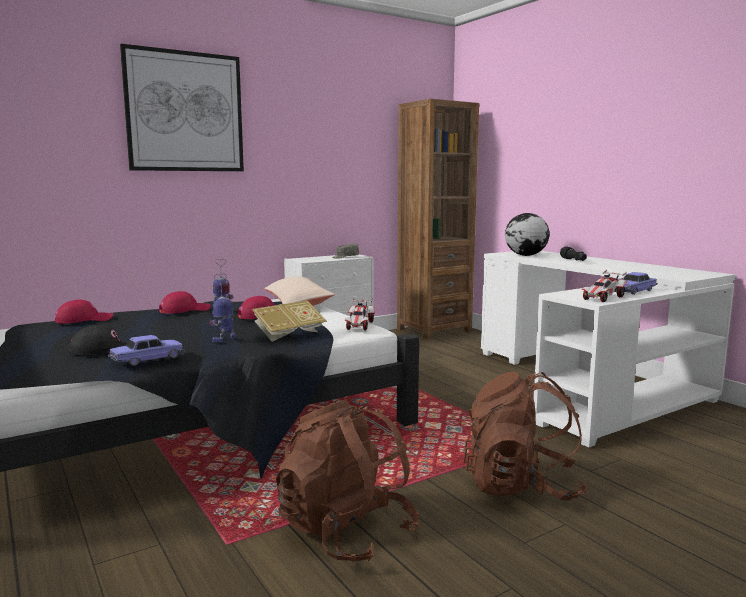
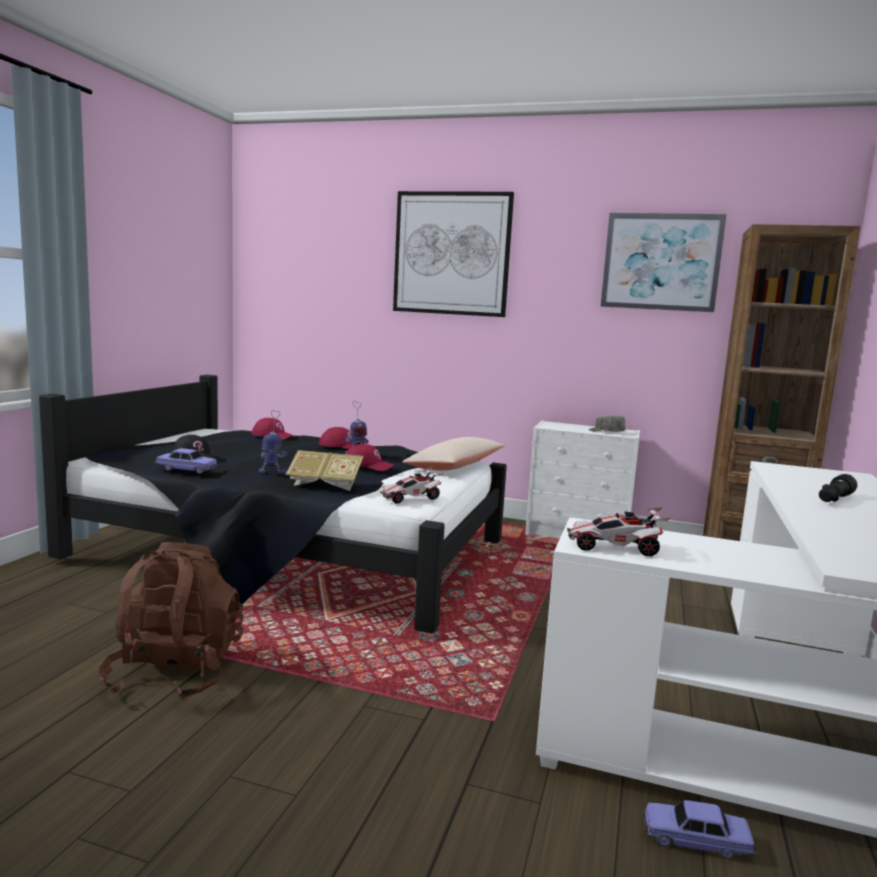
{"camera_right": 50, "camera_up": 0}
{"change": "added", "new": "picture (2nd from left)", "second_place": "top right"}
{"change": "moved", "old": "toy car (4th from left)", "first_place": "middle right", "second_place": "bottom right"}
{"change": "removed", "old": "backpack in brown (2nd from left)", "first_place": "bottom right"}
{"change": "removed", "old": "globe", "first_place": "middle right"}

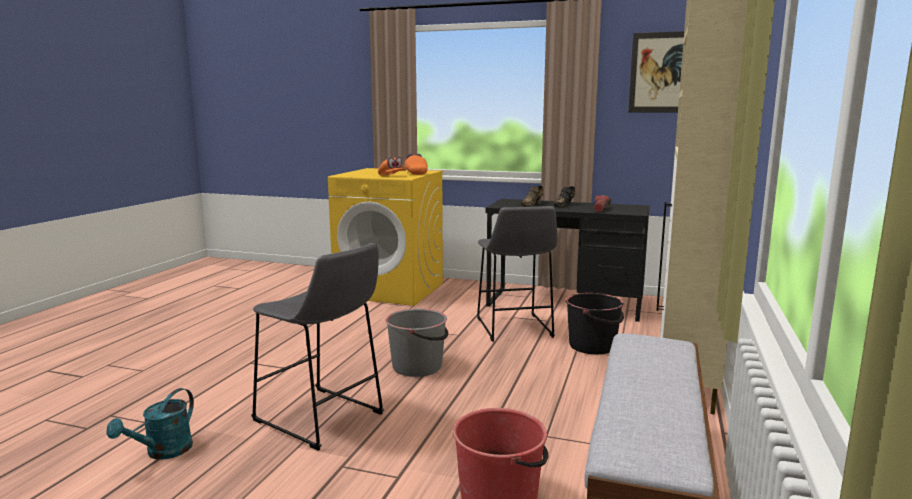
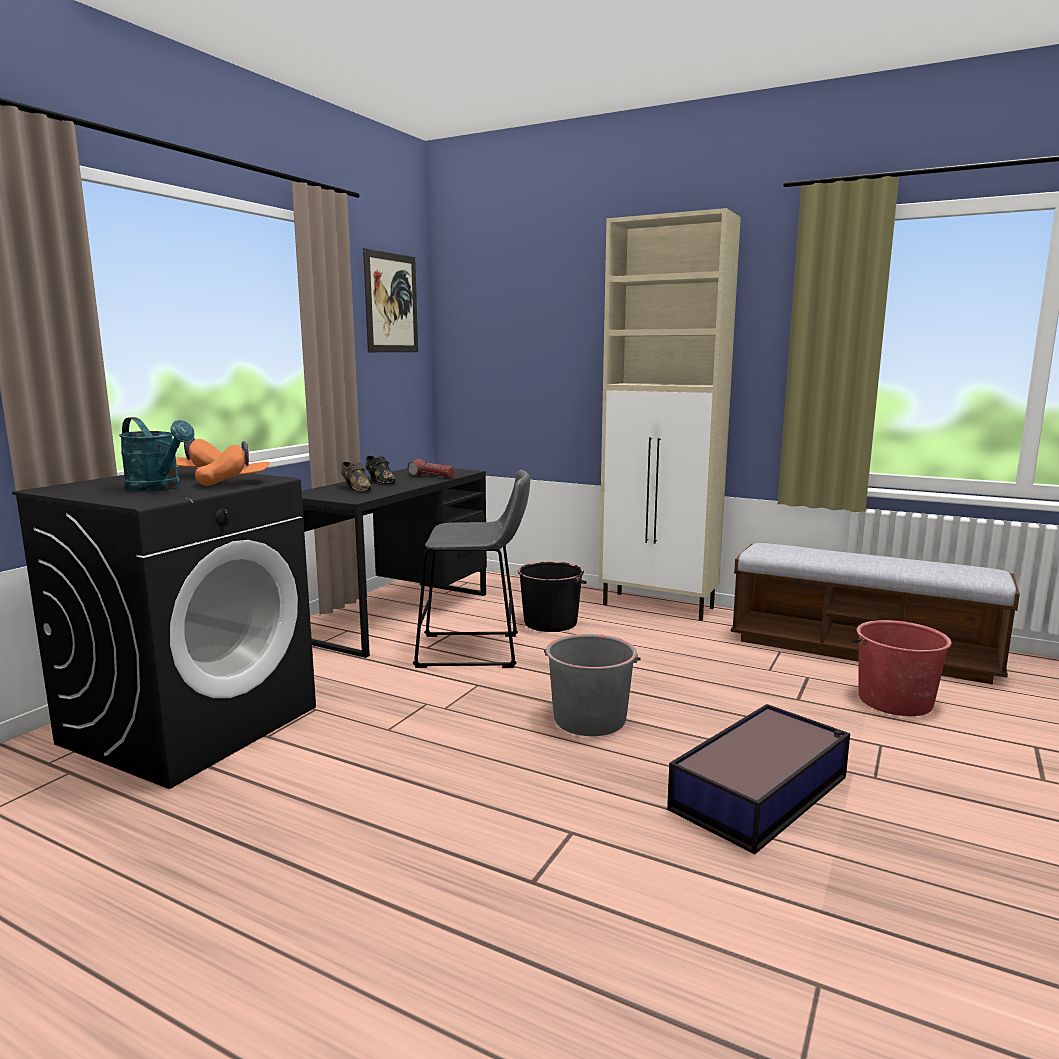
{"camera_right": -80, "camera_up": 0}
{"change": "recoloured", "old": "washing machine in yellow", "new": "washing machine in black", "first_place": "centre", "second_place": "middle left"}
{"change": "moved", "old": "watering can in turquoise", "first_place": "bottom left", "second_place": "middle left"}
{"change": "replaced", "old": "stool in grey (1st from left)", "new": "storage box", "first_place": "bottom centre", "second_place": "bottom right"}

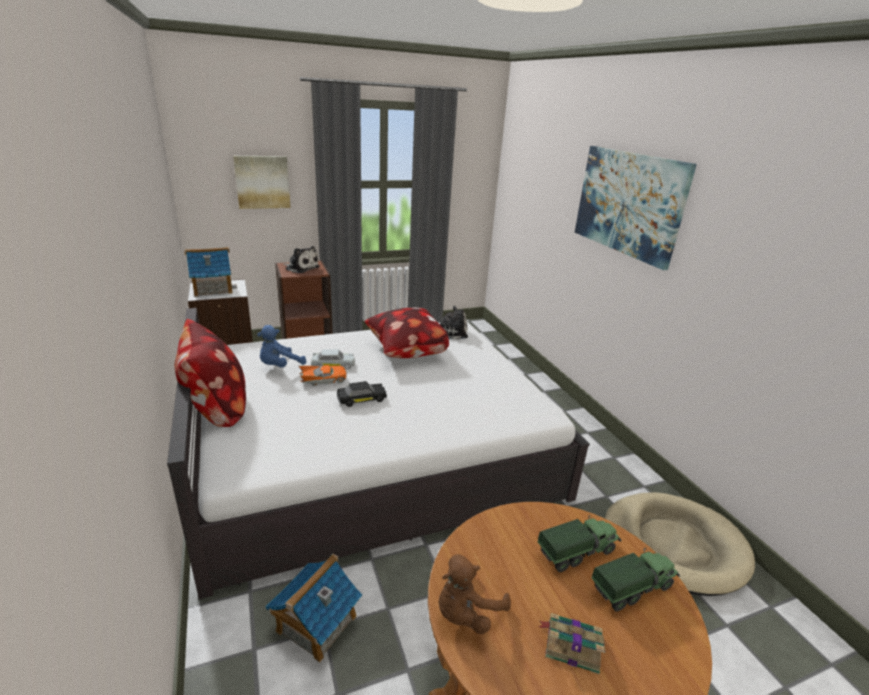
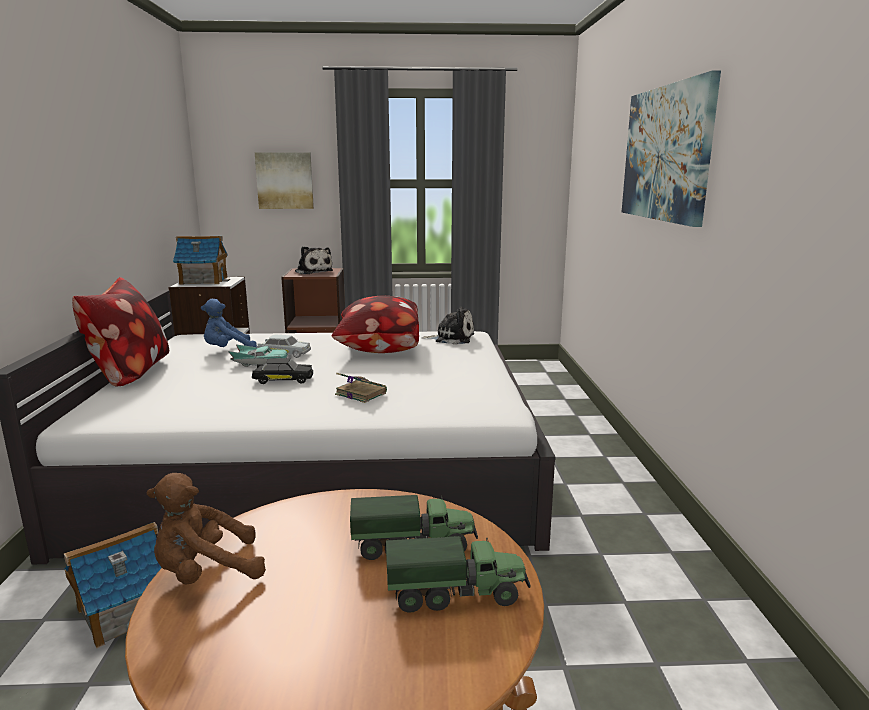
{"camera_right": 20, "camera_up": -10}
{"change": "recoloured", "old": "toy car in orange", "new": "toy car in turquoise", "first_place": "centre", "second_place": "middle left"}
{"change": "moved", "old": "book", "first_place": "bottom centre", "second_place": "centre"}
{"change": "removed", "old": "dog bed in beige", "first_place": "bottom right"}

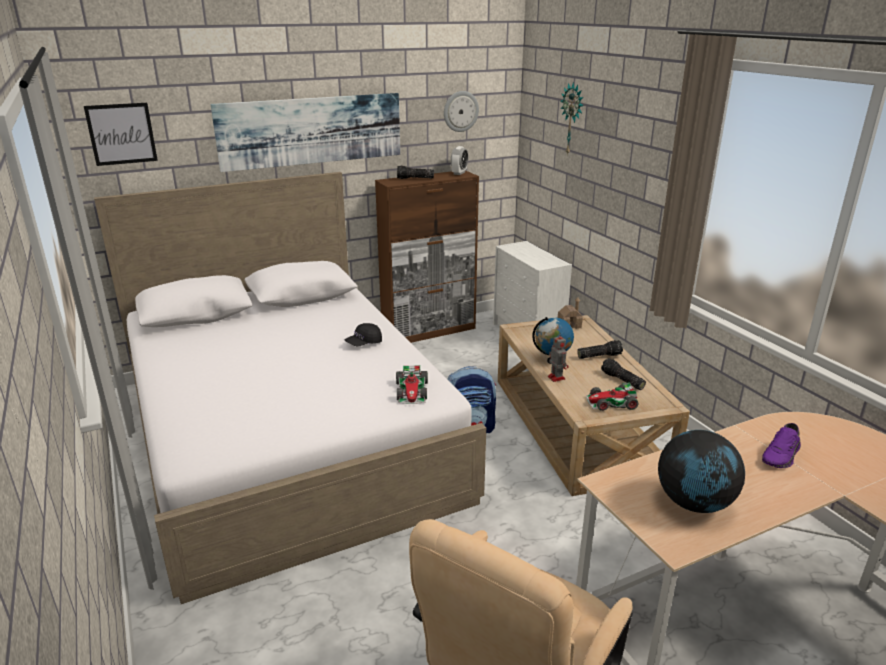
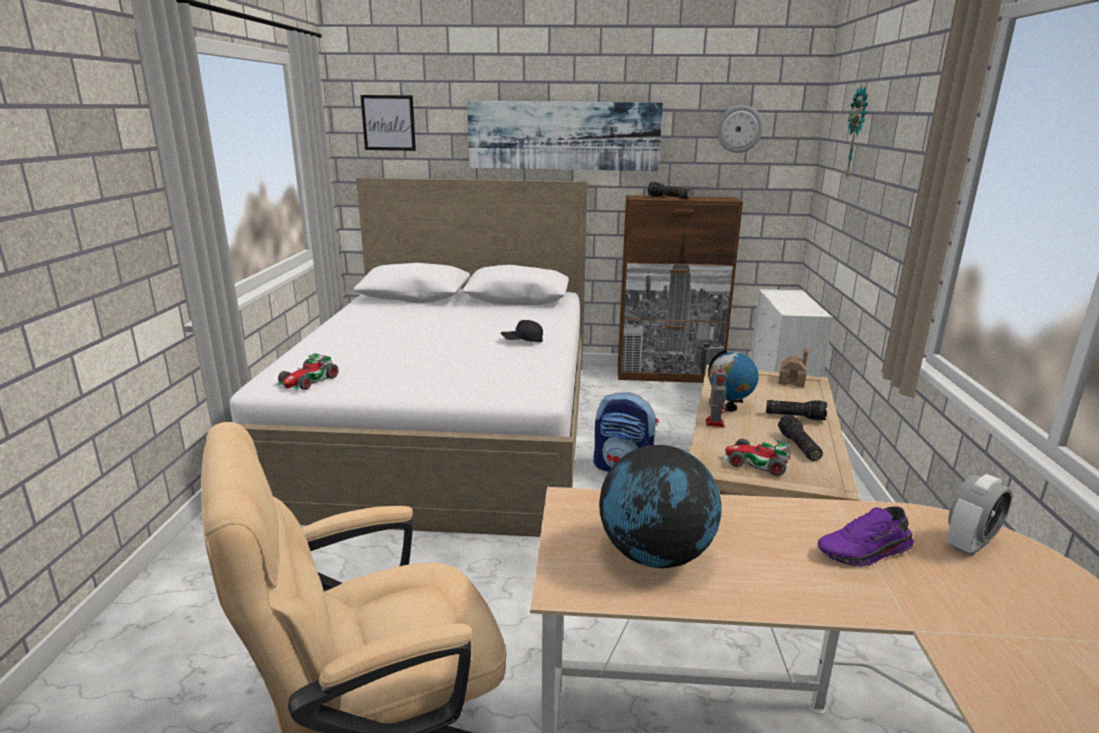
{"camera_right": 30, "camera_up": -5}
{"change": "moved", "old": "toy car (1st from left)", "first_place": "centre", "second_place": "middle left"}
{"change": "moved", "old": "alarm clock", "first_place": "top centre", "second_place": "bottom right"}

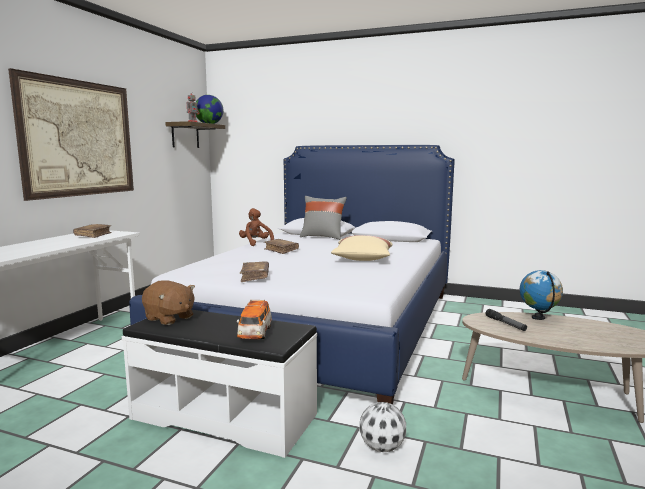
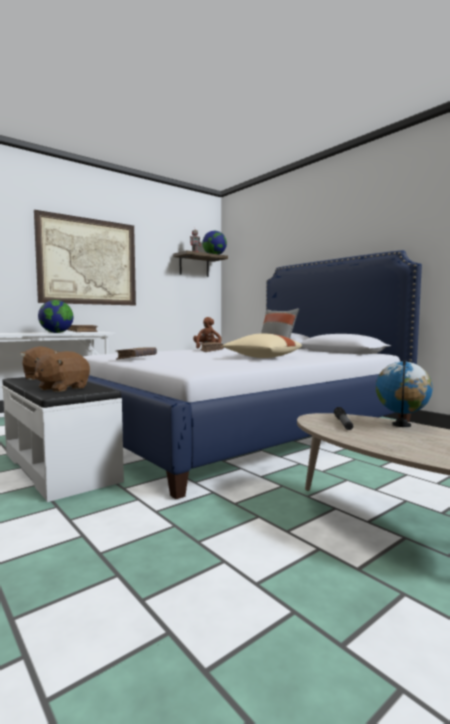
{"camera_right": 30, "camera_up": -5}
{"change": "replaced", "old": "toy car", "new": "plush toy in brown (2nd from left)", "first_place": "centre", "second_place": "middle left"}
{"change": "added", "new": "globe (1st from left)", "second_place": "middle left"}
{"change": "removed", "old": "football", "first_place": "bottom centre"}

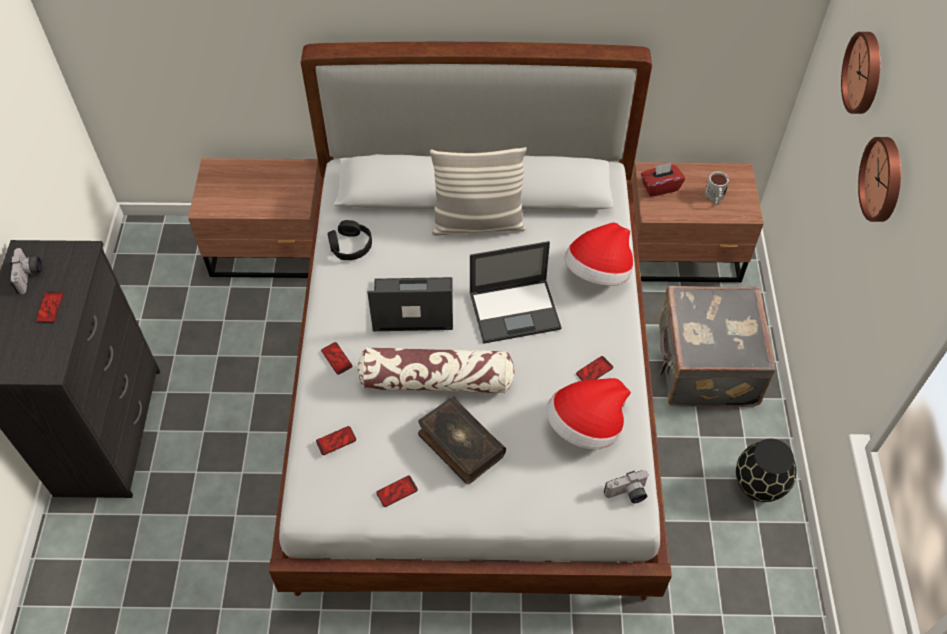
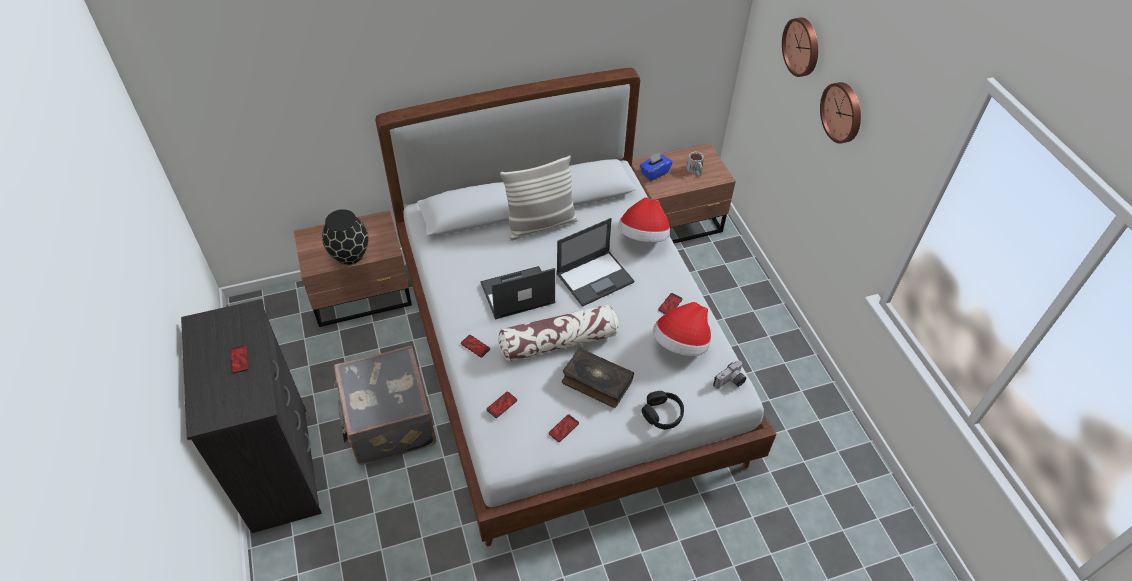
{"camera_right": -20, "camera_up": -5}
{"change": "moved", "old": "vase in black", "first_place": "bottom right", "second_place": "middle left"}
{"change": "moved", "old": "suitcase in grey", "first_place": "middle right", "second_place": "bottom centre"}
{"change": "recoloured", "old": "tissue box in red", "new": "tissue box in blue", "first_place": "top right", "second_place": "top centre"}
{"change": "moved", "old": "headphones in black", "first_place": "centre", "second_place": "bottom centre"}
{"change": "removed", "old": "photo camera (1st from left)", "first_place": "middle left"}

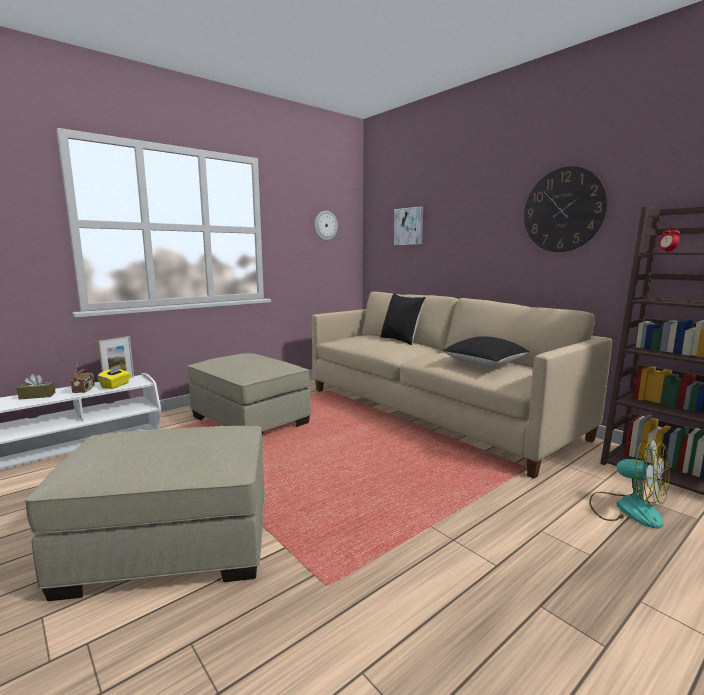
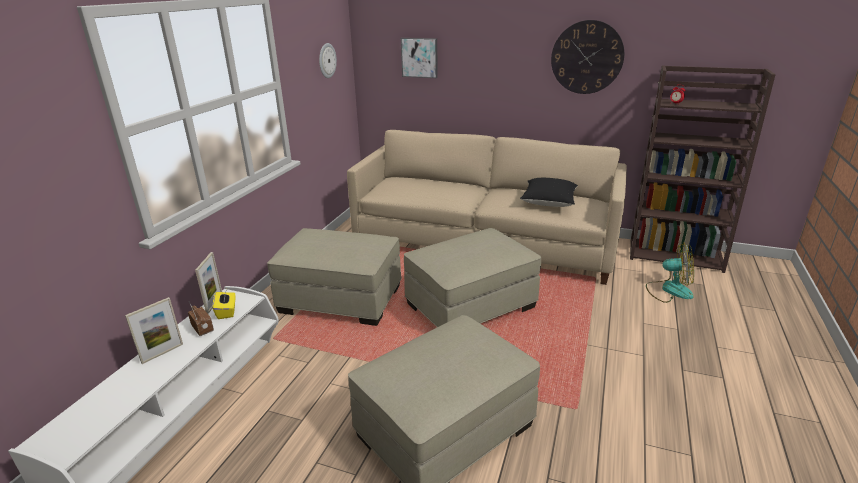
{"camera_right": -30, "camera_up": 15}
{"change": "replaced", "old": "tissue box in brown", "new": "picture frame (1st from left)", "first_place": "middle left", "second_place": "bottom left"}
{"change": "added", "new": "ottoman in beige (3rd from left)", "second_place": "centre"}
{"change": "removed", "old": "pillow in black (1st from left)", "first_place": "centre"}

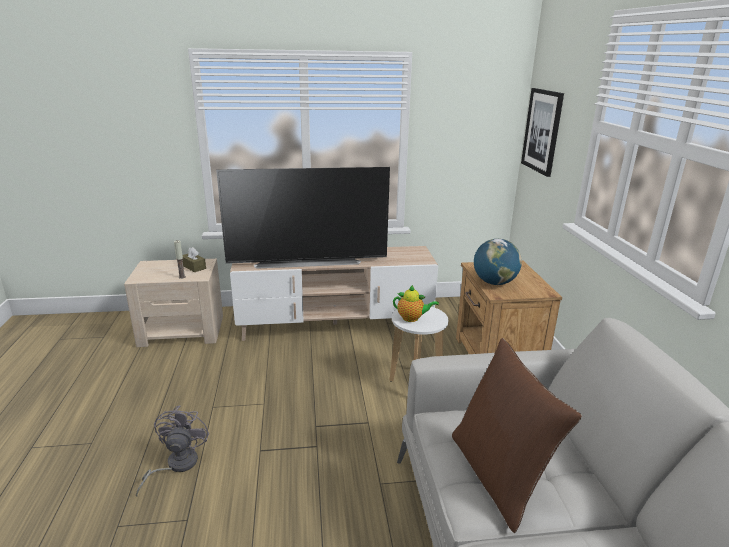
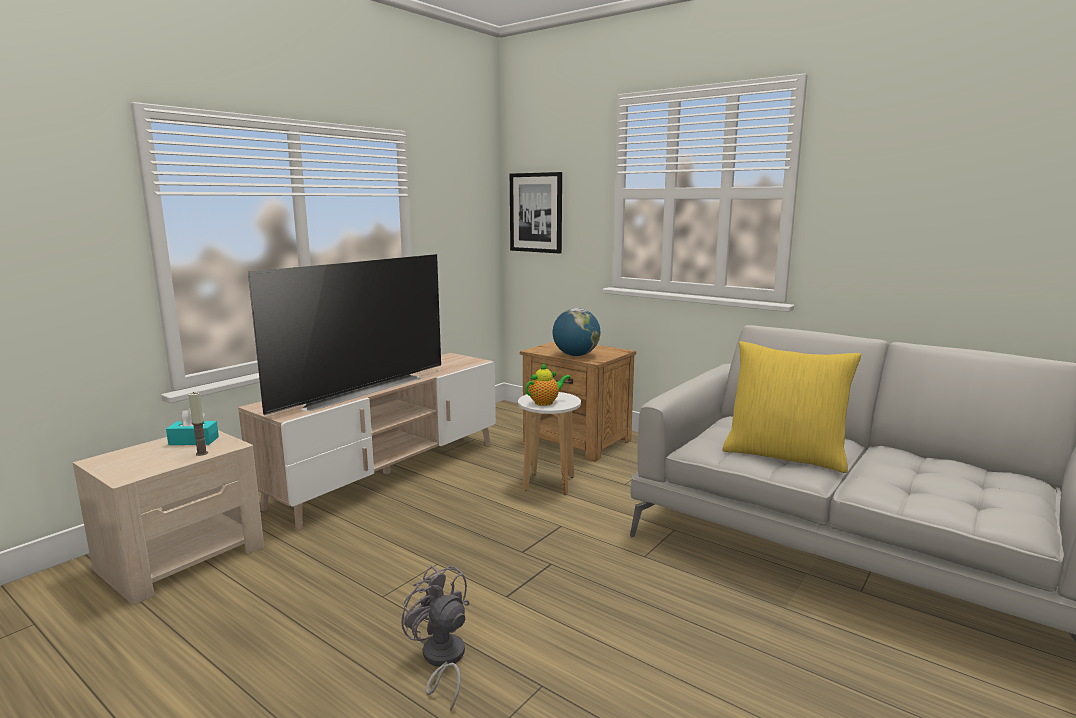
{"camera_right": -45, "camera_up": -10}
{"change": "recoloured", "old": "tissue box in brown", "new": "tissue box in turquoise", "first_place": "middle left", "second_place": "middle left"}
{"change": "recoloured", "old": "pillow in brown", "new": "pillow in yellow", "first_place": "bottom right", "second_place": "middle right"}

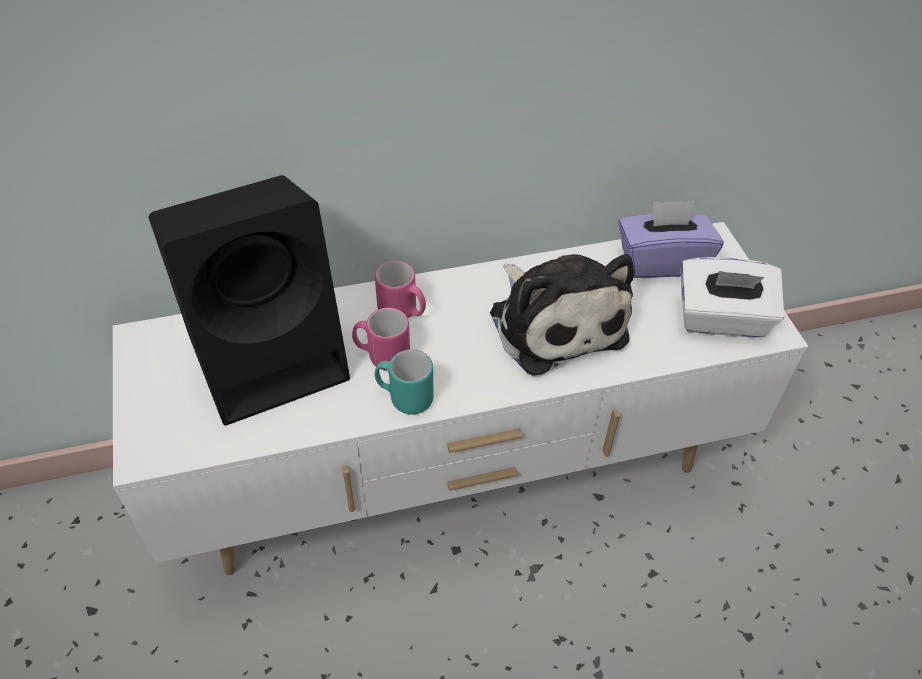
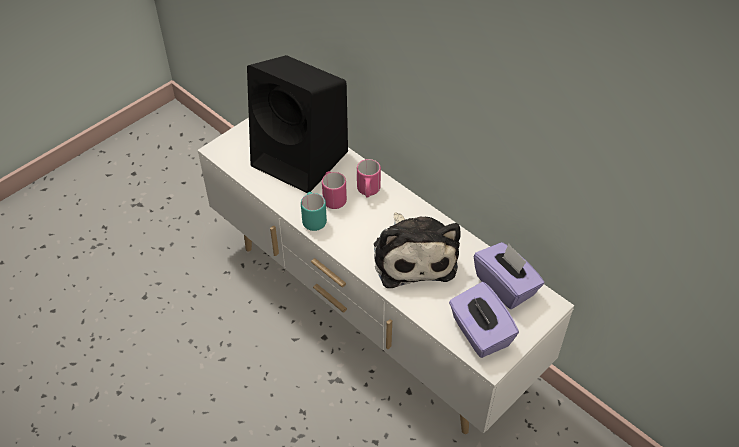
{"camera_right": 60, "camera_up": 0}
{"change": "turned", "old": "plush toy", "first_place": "centre", "second_place": "centre", "degrees": -45}
{"change": "recoloured", "old": "tissue box in white", "new": "tissue box in purple (1st from left)", "first_place": "middle right", "second_place": "bottom centre"}

